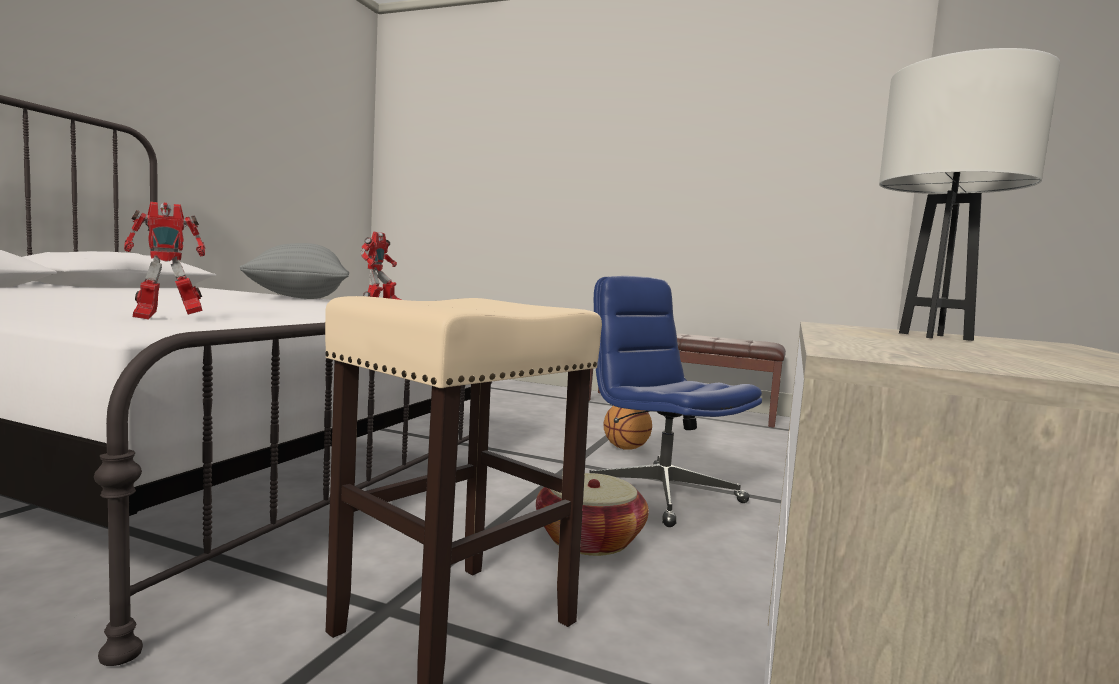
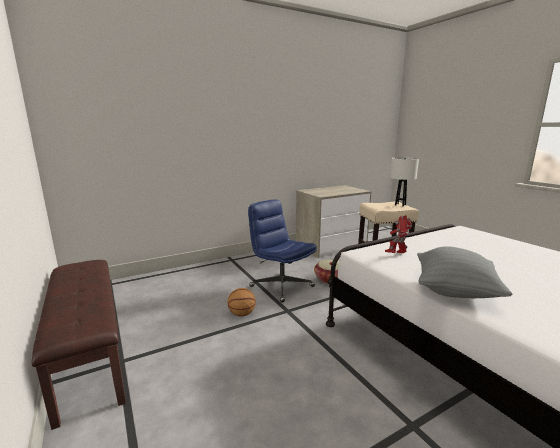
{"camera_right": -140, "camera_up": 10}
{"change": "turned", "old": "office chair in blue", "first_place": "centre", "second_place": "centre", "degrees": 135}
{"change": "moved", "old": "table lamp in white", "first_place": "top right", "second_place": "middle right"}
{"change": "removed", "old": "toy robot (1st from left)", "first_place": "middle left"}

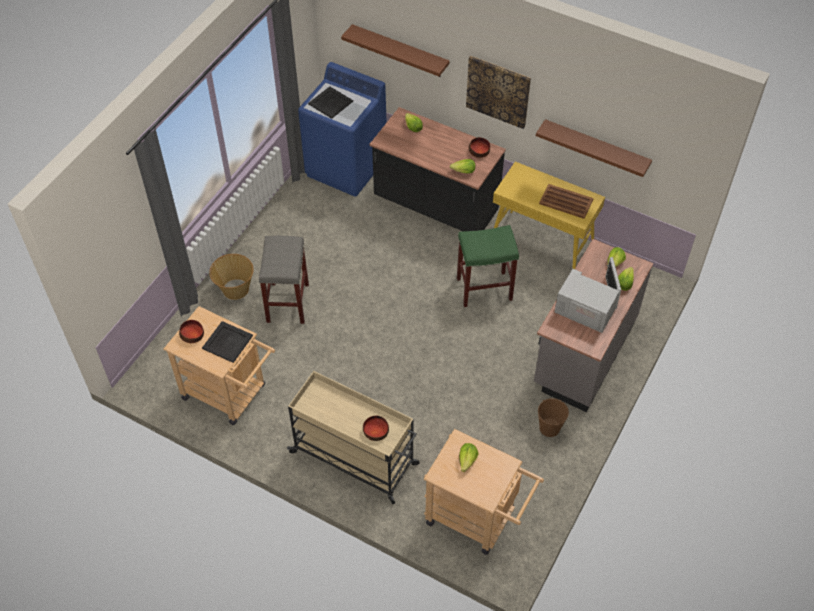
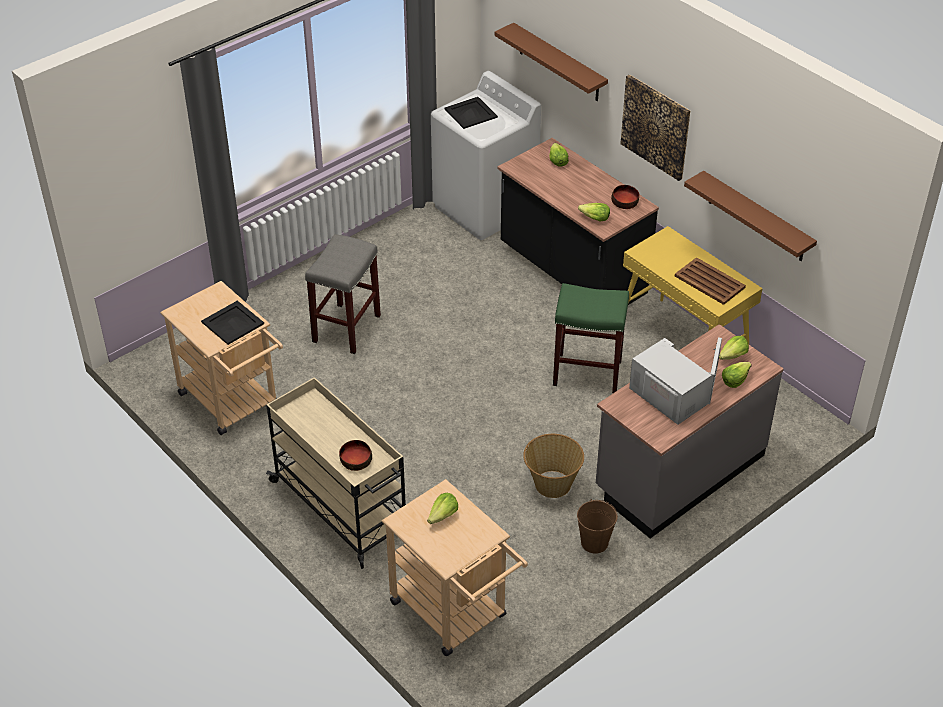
{"camera_right": 20, "camera_up": -10}
{"change": "recoloured", "old": "washing machine in blue", "new": "washing machine in white", "first_place": "top centre", "second_place": "top centre"}
{"change": "moved", "old": "basket", "first_place": "middle left", "second_place": "centre"}
{"change": "removed", "old": "bowl (1st from left)", "first_place": "middle left"}

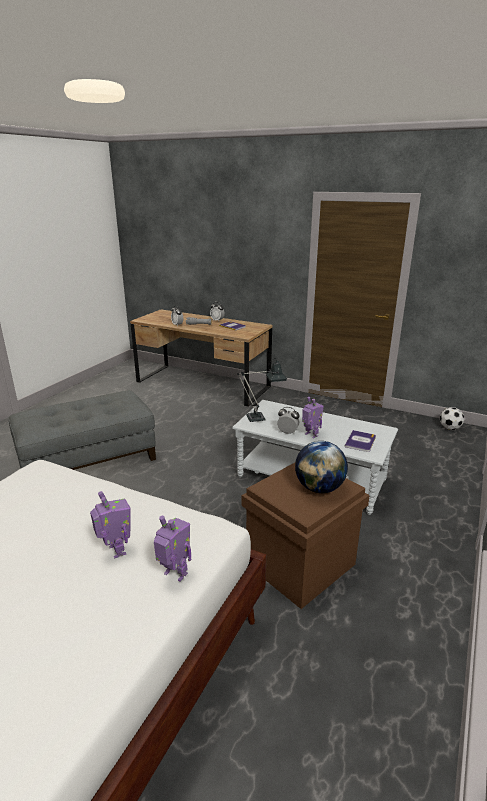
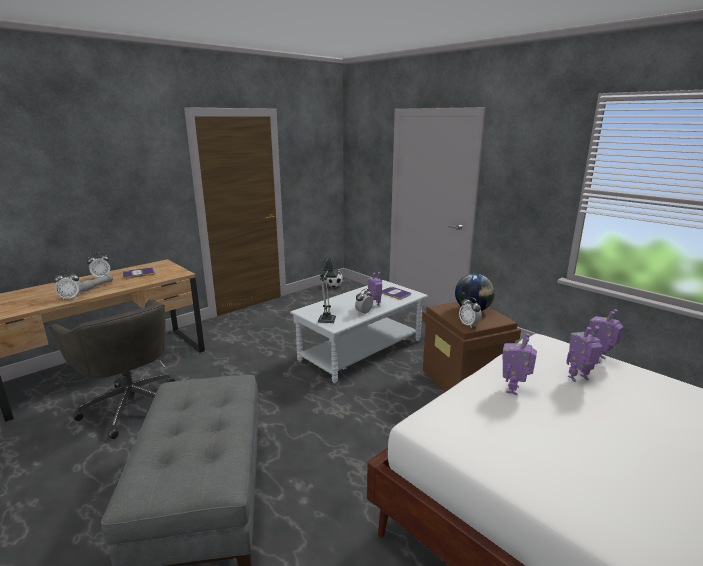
{"camera_right": -70, "camera_up": -5}
{"change": "added", "new": "office chair in grey", "second_place": "middle left"}
{"change": "added", "new": "alarm clock (4th from left)", "second_place": "middle right"}
{"change": "added", "new": "toy robot (2nd from left)", "second_place": "middle right"}

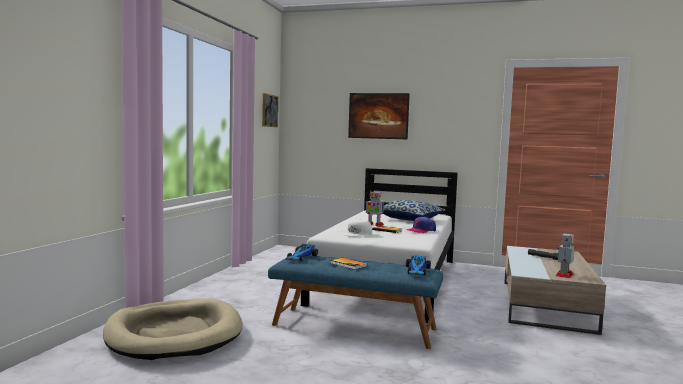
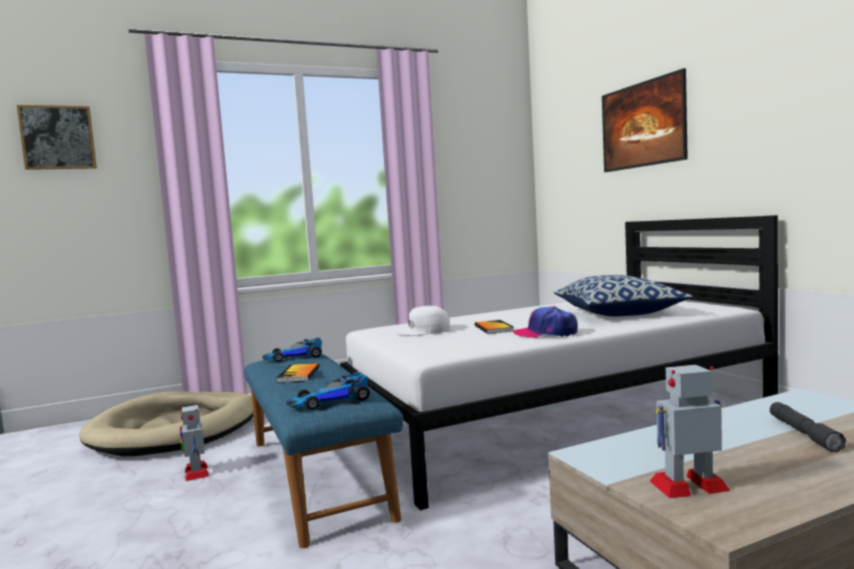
{"camera_right": 50, "camera_up": 0}
{"change": "moved", "old": "picture (1st from left)", "first_place": "top centre", "second_place": "top left"}
{"change": "moved", "old": "toy robot (1st from left)", "first_place": "centre", "second_place": "bottom left"}

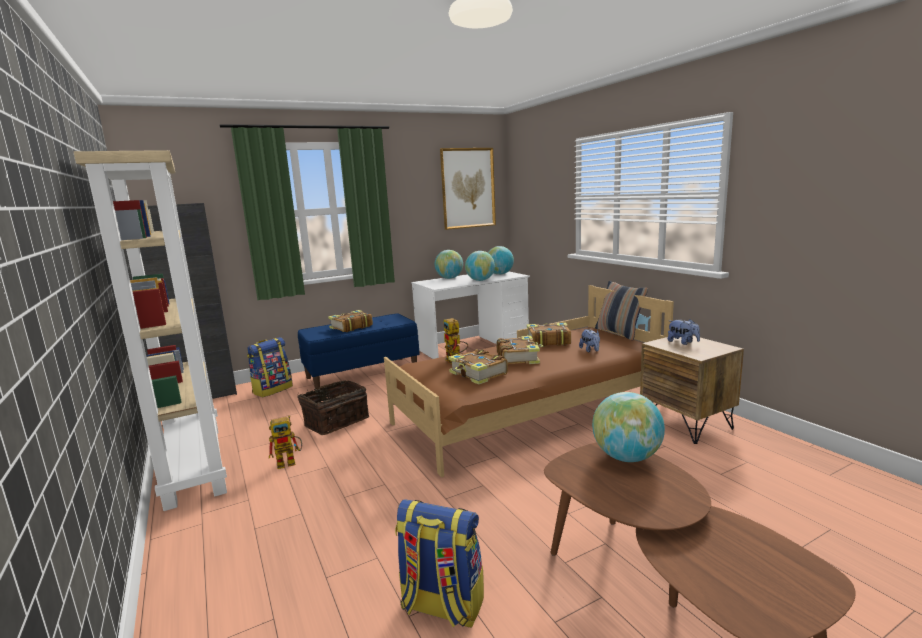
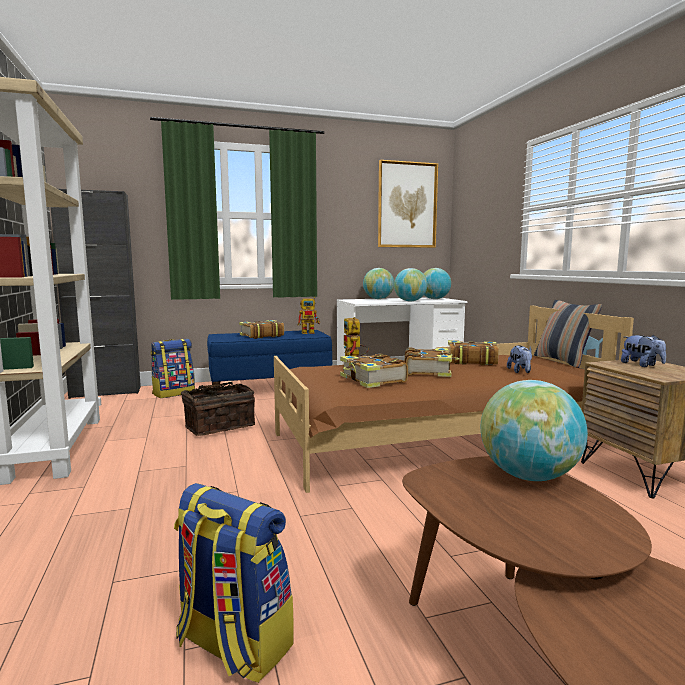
{"camera_right": 10, "camera_up": -5}
{"change": "moved", "old": "toy robot (1st from left)", "first_place": "bottom left", "second_place": "centre"}

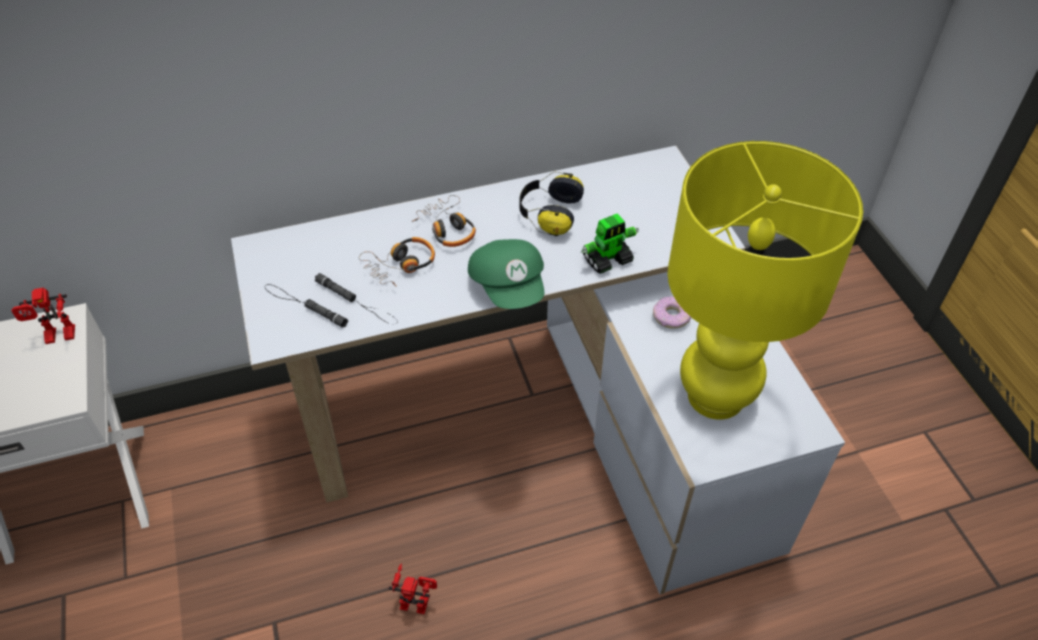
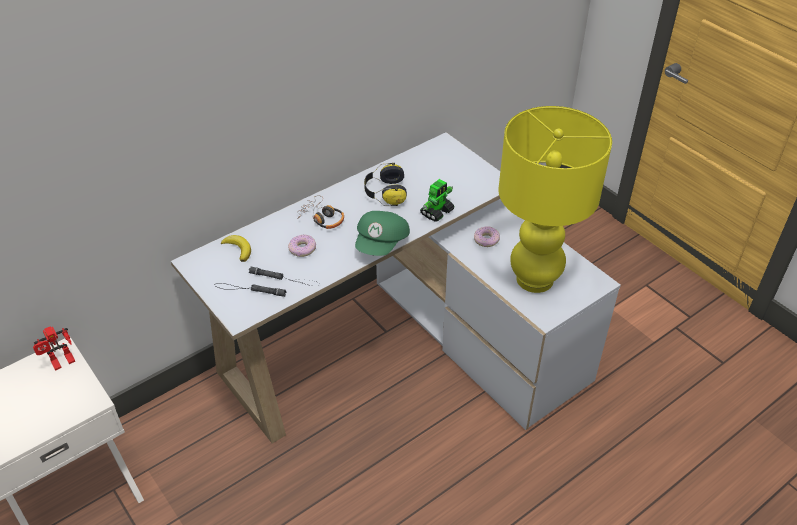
{"camera_right": -20, "camera_up": -5}
{"change": "added", "new": "banana", "second_place": "middle left"}
{"change": "replaced", "old": "headphones (1st from left)", "new": "donut (1st from left)", "first_place": "centre", "second_place": "centre"}
{"change": "turned", "old": "cap in green", "first_place": "centre", "second_place": "centre", "degrees": 60}
{"change": "removed", "old": "toy robot (2nd from left)", "first_place": "bottom centre"}

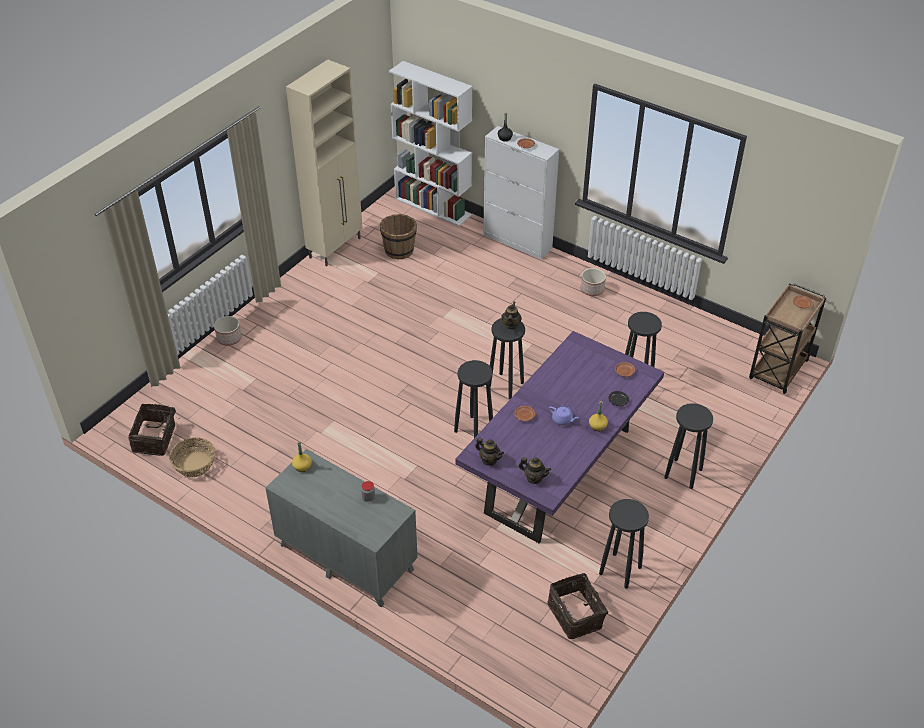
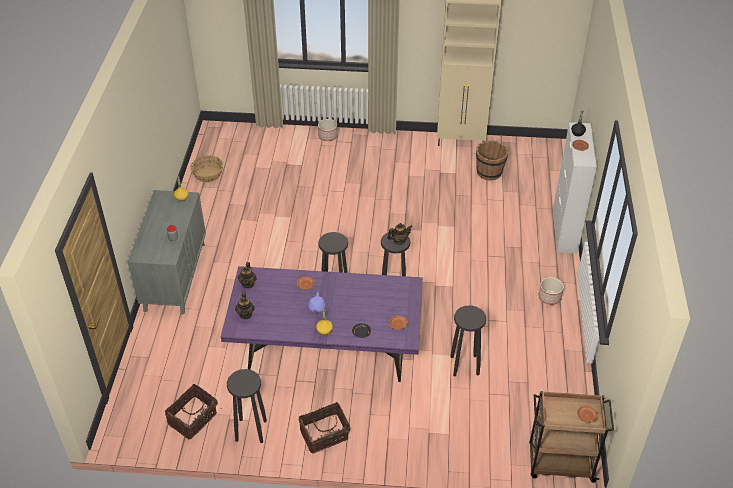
{"camera_right": 60, "camera_up": 0}
{"change": "moved", "old": "basket (1st from left in the first image)", "new": "basket (3rd from left)", "first_place": "middle left", "second_place": "bottom centre"}
{"change": "removed", "old": "bookcase in white", "first_place": "top centre"}
{"change": "removed", "old": "stool in black (5th from left)", "first_place": "middle right"}

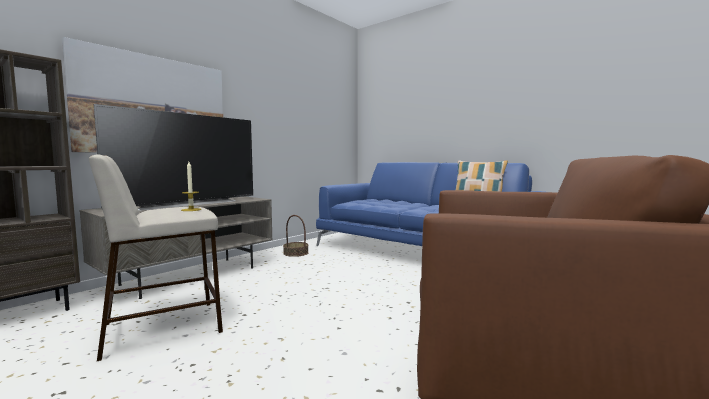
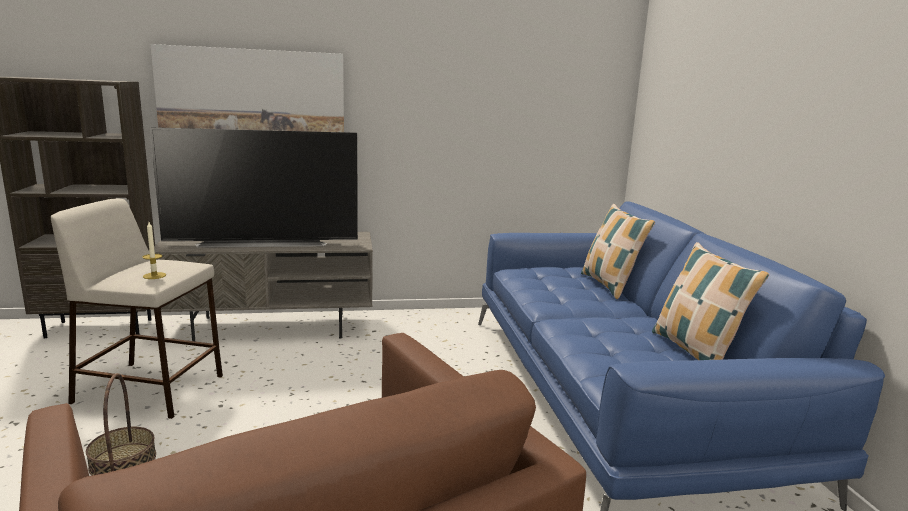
{"camera_right": 40, "camera_up": 10}
{"change": "moved", "old": "basket", "first_place": "centre", "second_place": "bottom left"}
{"change": "added", "new": "pillow (1st from left)", "second_place": "middle right"}

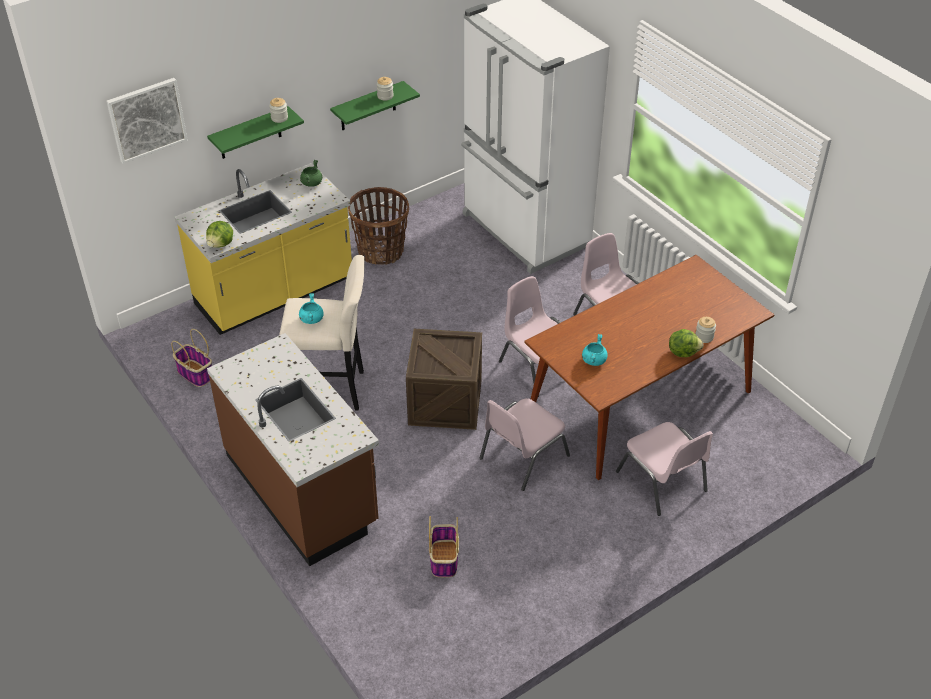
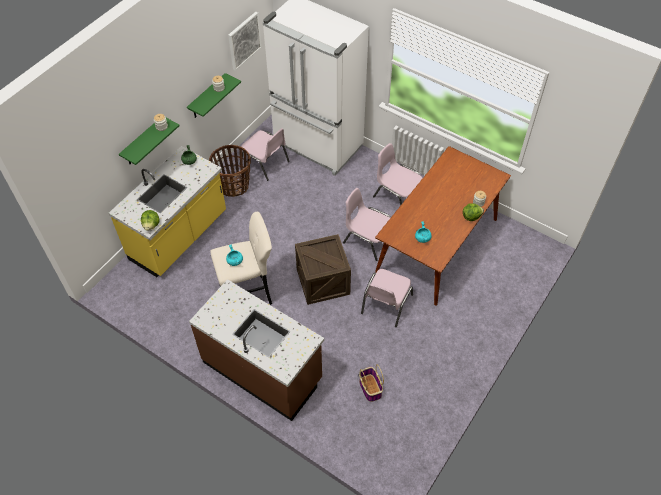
{"camera_right": -20, "camera_up": 10}
{"change": "moved", "old": "picture", "first_place": "top left", "second_place": "top centre"}
{"change": "moved", "old": "chair in pink (4th from left in the first image)", "new": "chair in pink (1st from left)", "first_place": "bottom right", "second_place": "top centre"}
{"change": "removed", "old": "basket (1st from left)", "first_place": "middle left"}

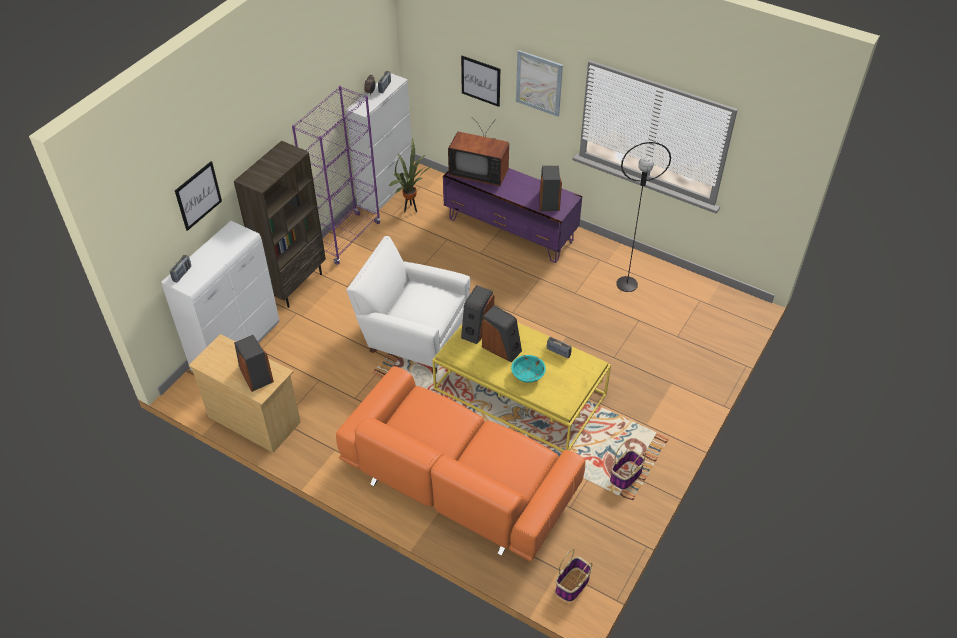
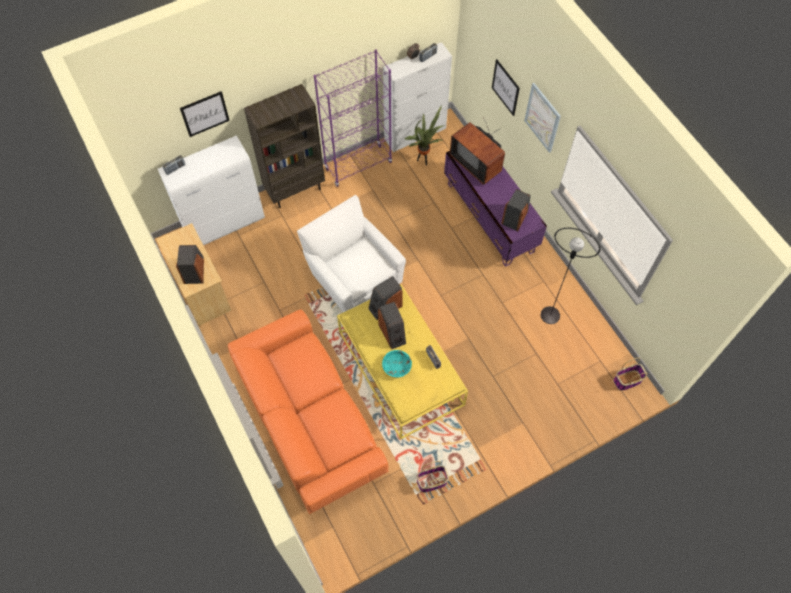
{"camera_right": 30, "camera_up": 15}
{"change": "moved", "old": "basket (1st from left in the first image)", "new": "basket (2nd from left)", "first_place": "bottom centre", "second_place": "middle right"}

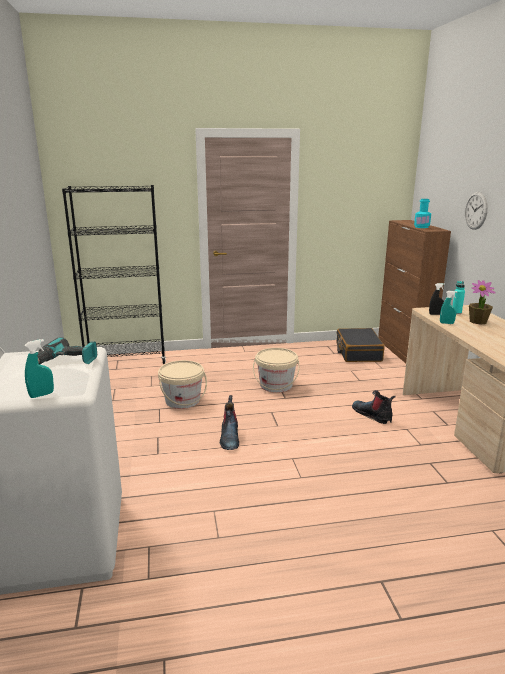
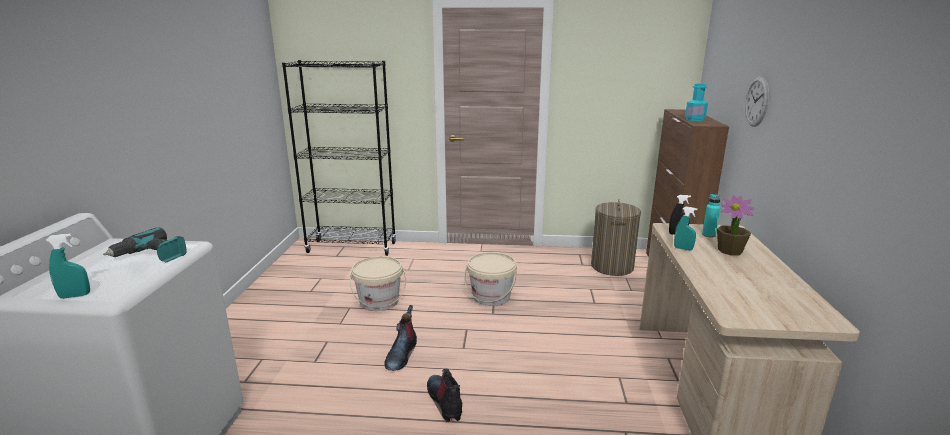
{"camera_right": 15, "camera_up": 0}
{"change": "moved", "old": "boot (2nd from left)", "first_place": "middle right", "second_place": "bottom centre"}
{"change": "replaced", "old": "suitcase in black", "new": "laundry basket", "first_place": "middle right", "second_place": "centre"}

